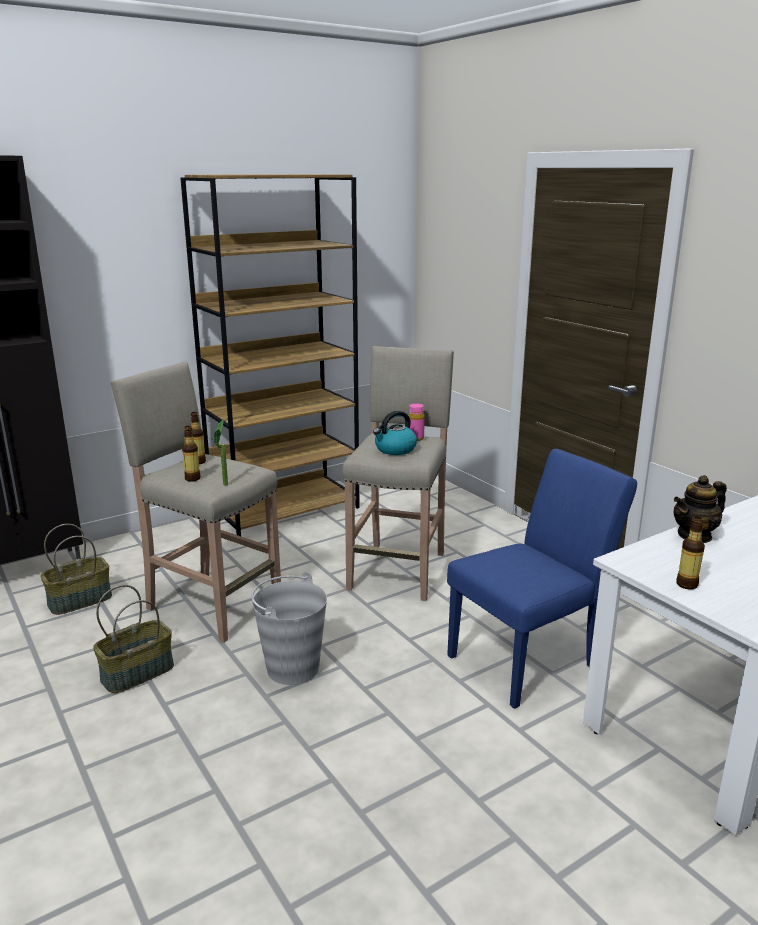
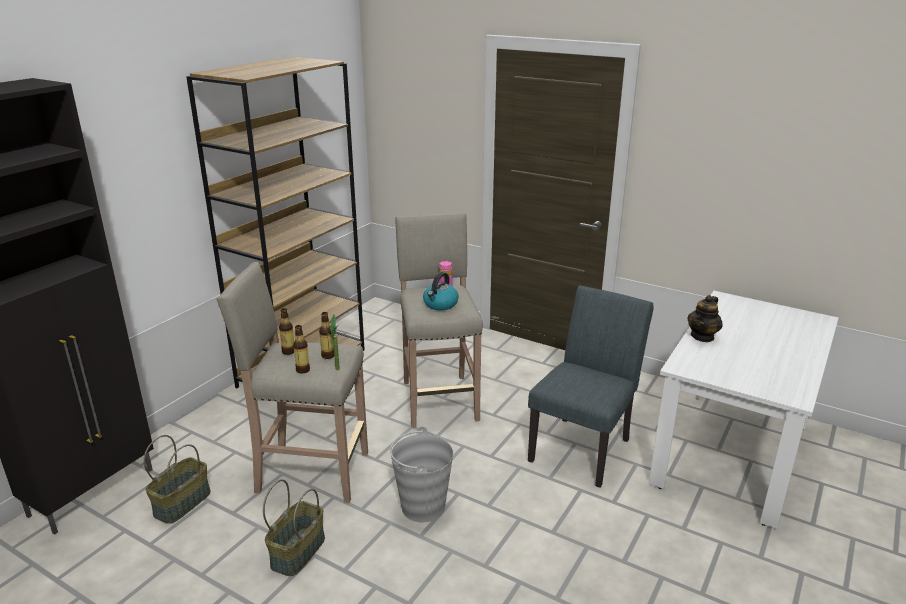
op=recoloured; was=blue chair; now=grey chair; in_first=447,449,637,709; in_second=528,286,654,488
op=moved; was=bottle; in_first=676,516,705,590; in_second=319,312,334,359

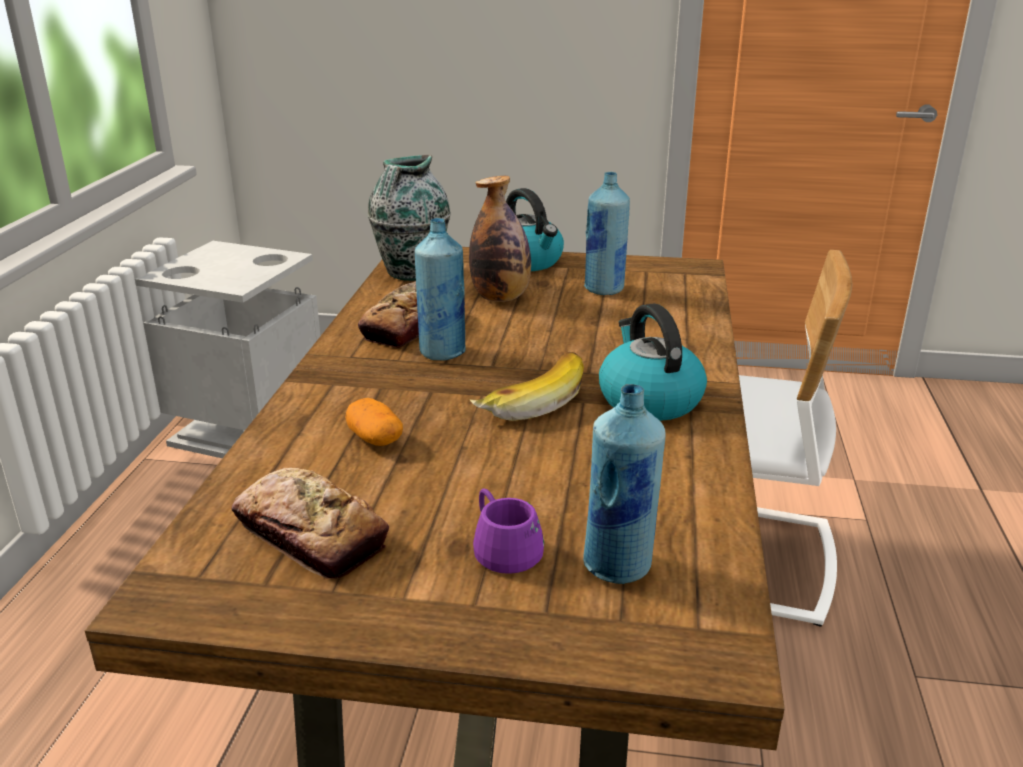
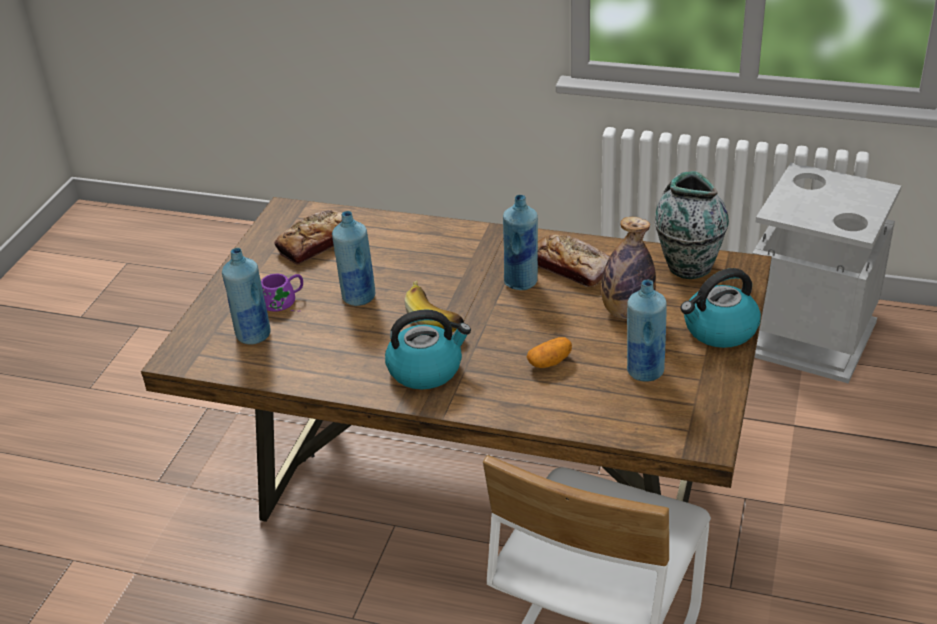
op=moved; was=potato; in_first=345,398,403,446; in_second=527,337,572,368
op=added; now=blue bottle; in_second=332,211,376,306

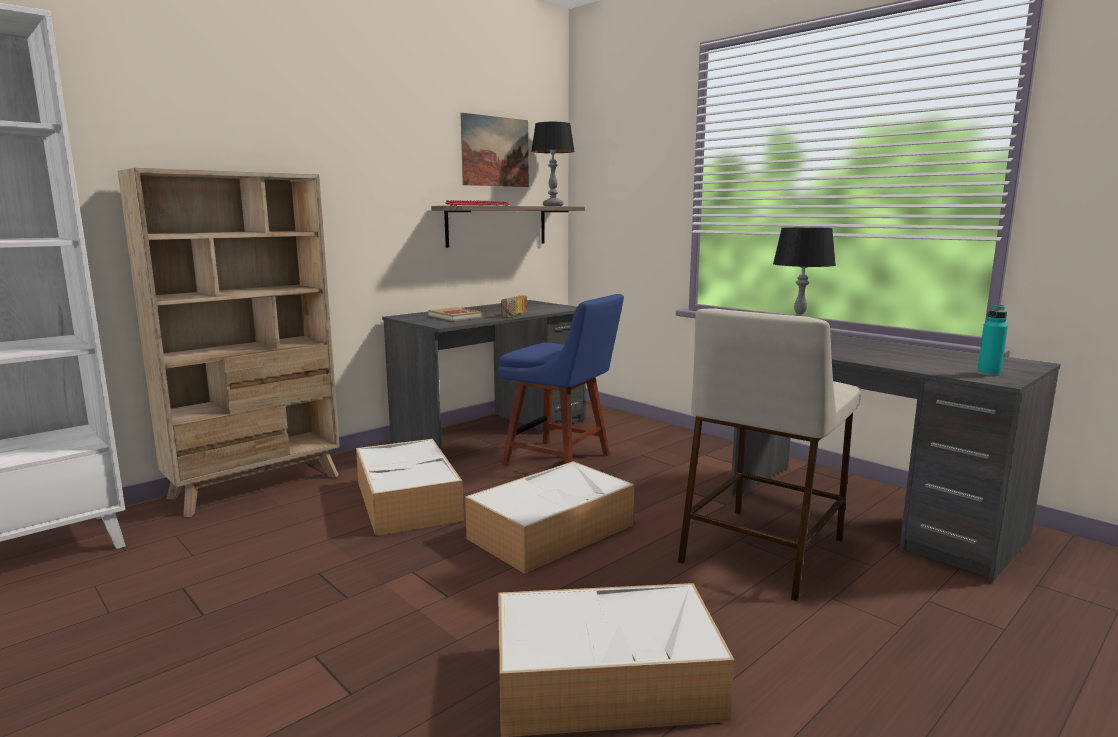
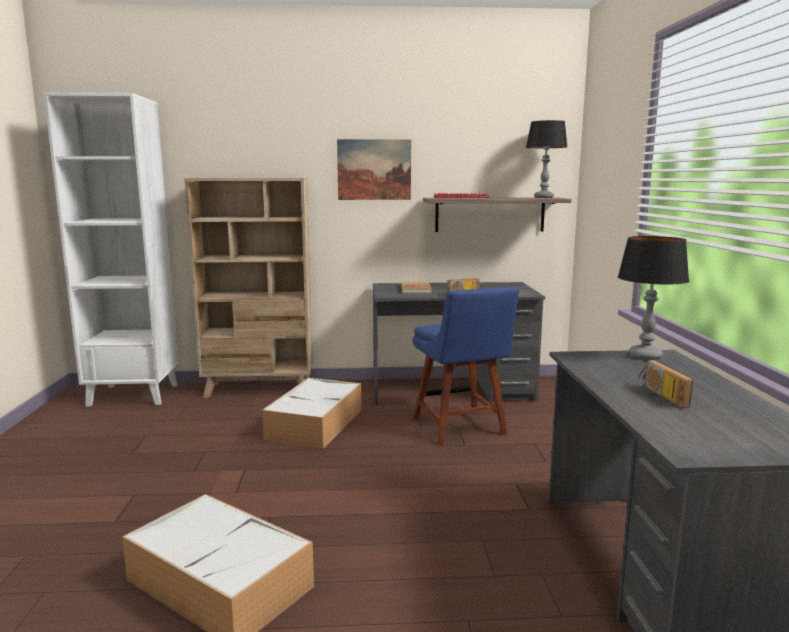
op=moved; was=picture; in_first=460,113,529,187; in_second=337,139,411,200
op=removed; was=turquoise bottle; in_first=977,305,1008,376
op=removed; was=beige stool; in_first=678,308,861,601
op=removed; was=storage box; in_first=465,461,634,574
op=added; now=radio; in_second=638,360,693,408

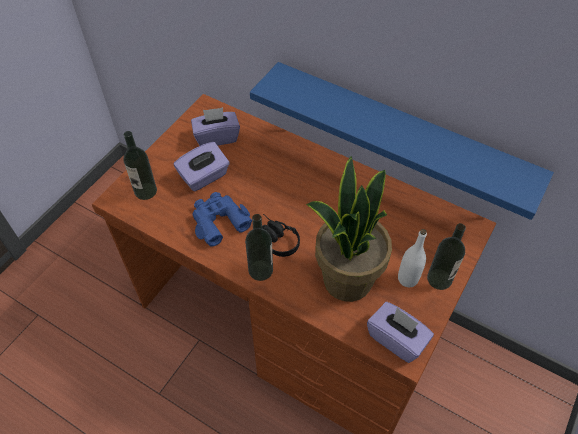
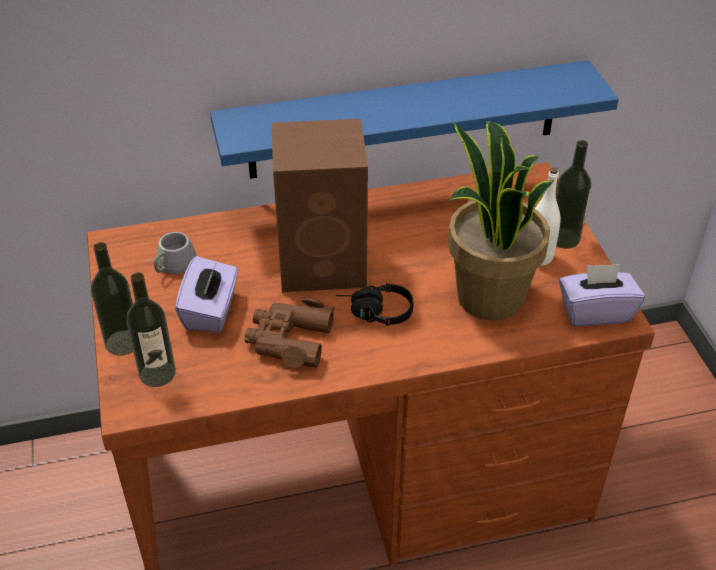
op=replaced; was=purple tissue box; now=grey mug; in_first=191,107,240,146; in_second=144,232,196,274
op=recoloured; was=blue binoculars; now=brown binoculars; in_first=192,192,252,246; in_second=244,298,335,368
op=moved; was=bottle; in_first=245,214,273,281; in_second=91,242,133,356
op=added; now=brown speaker; in_second=272,119,368,292

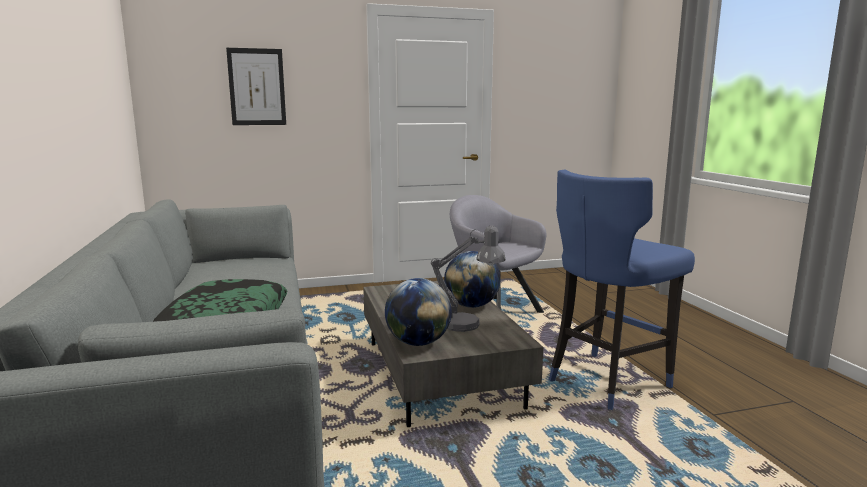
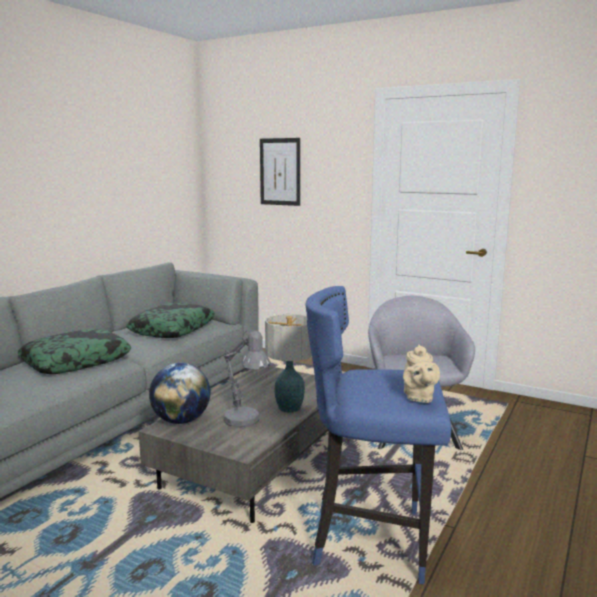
op=replaced; was=globe; now=table lamp; in_first=444,251,501,308; in_second=265,314,312,412
op=added; now=pillow; in_second=126,303,215,338
op=added; now=beige teapot; in_second=403,344,440,403

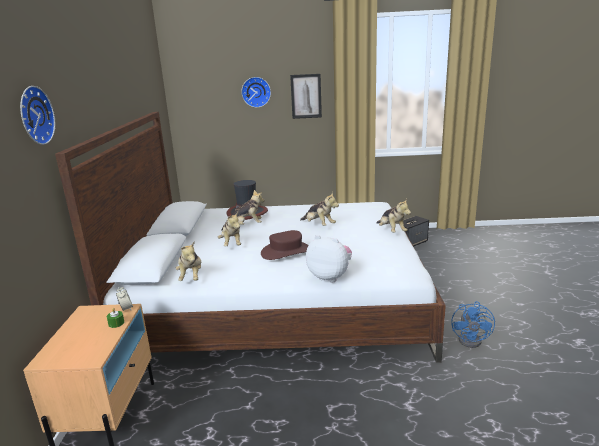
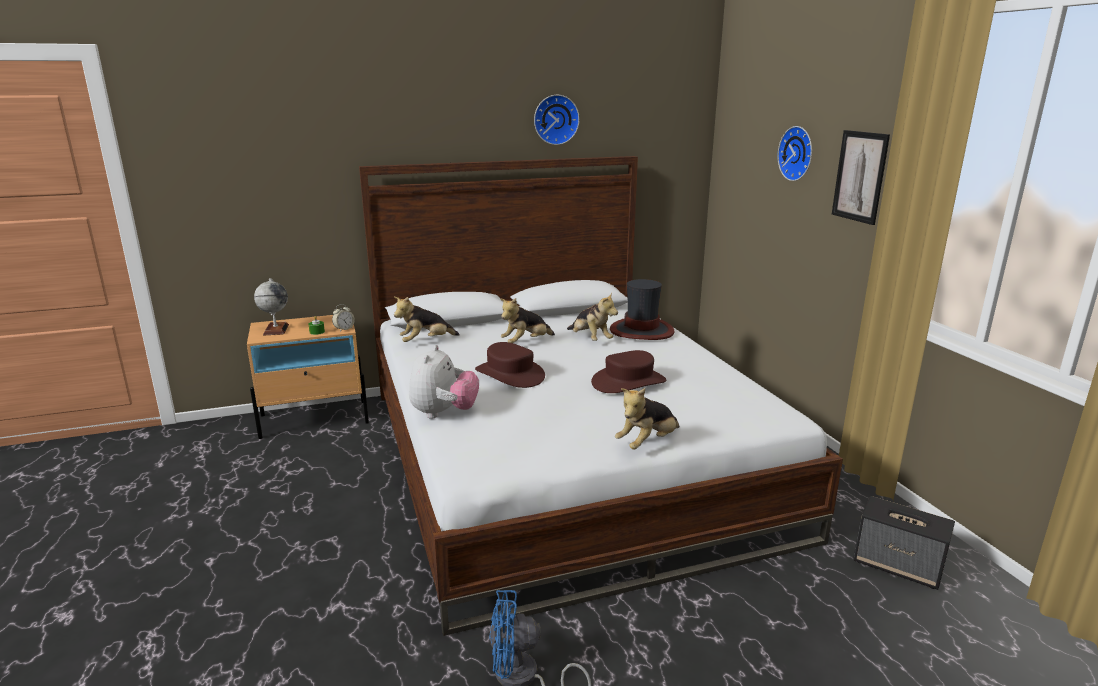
op=moved; was=wall clock; in_first=20,86,55,145; in_second=534,95,580,145
op=replaced; was=plush toy; now=brown hat; in_first=300,192,339,226; in_second=591,350,666,393
op=added; now=globe; in_second=254,278,289,336

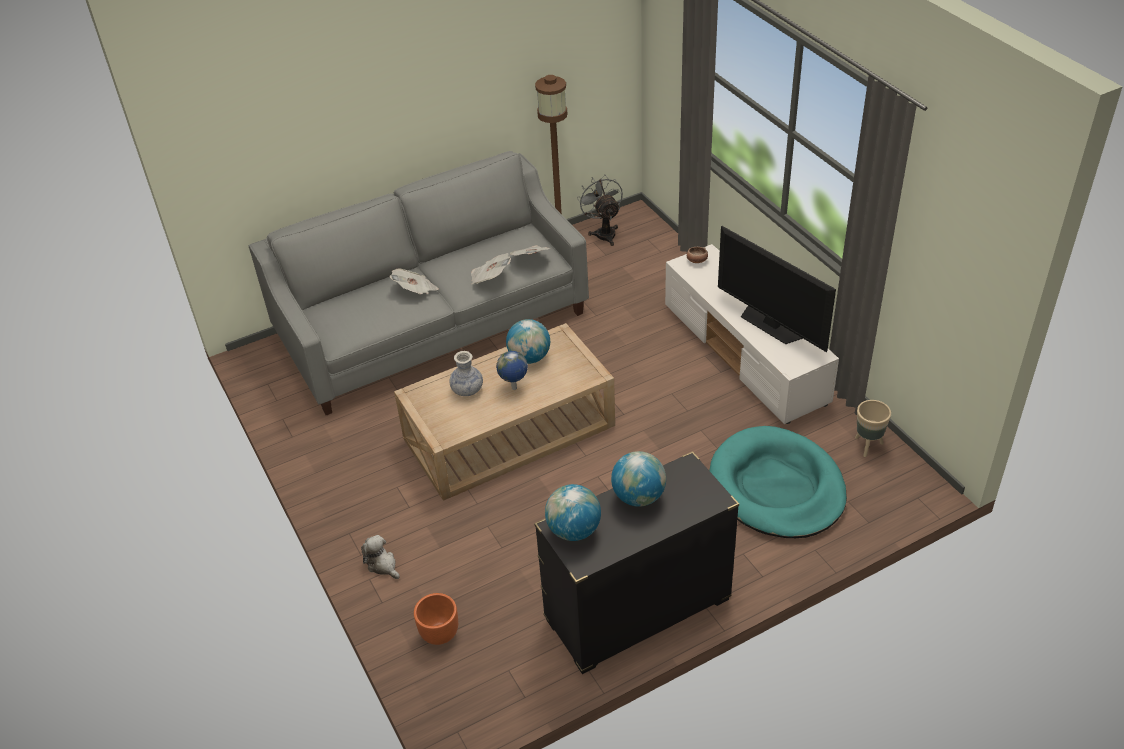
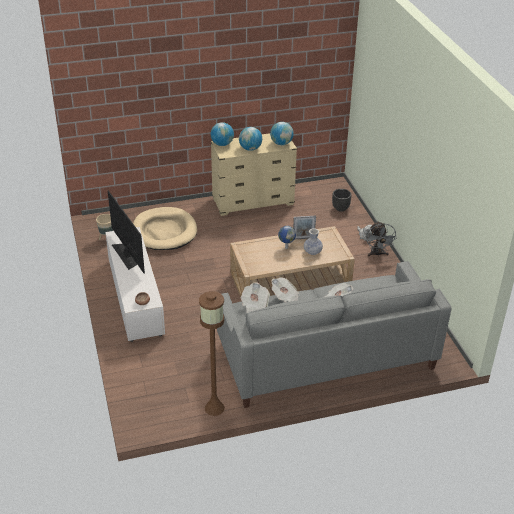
op=moved; was=grey fan; in_first=577,175,623,246; in_second=366,221,397,257
op=moved; was=globe; in_first=506,319,550,364; in_second=211,122,234,146
op=recoloured; was=turquoise dog bed; now=beige dog bed; in_first=709,426,847,538; in_second=133,207,197,250
op=recoloured; was=black dresser; now=beige dresser; in_first=534,451,739,674; in_second=211,133,297,216
op=recoloured; was=orange planter; now=black planter; in_first=414,593,458,645; in_second=332,189,352,212
op=added; now=picture frame; in_second=293,216,316,240

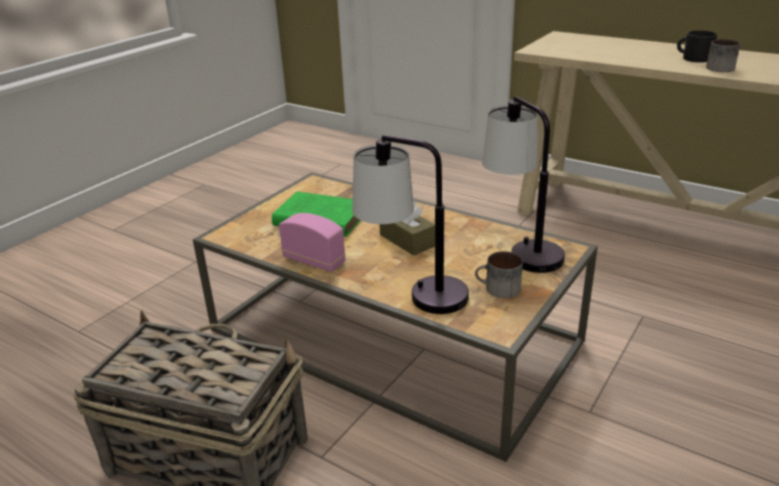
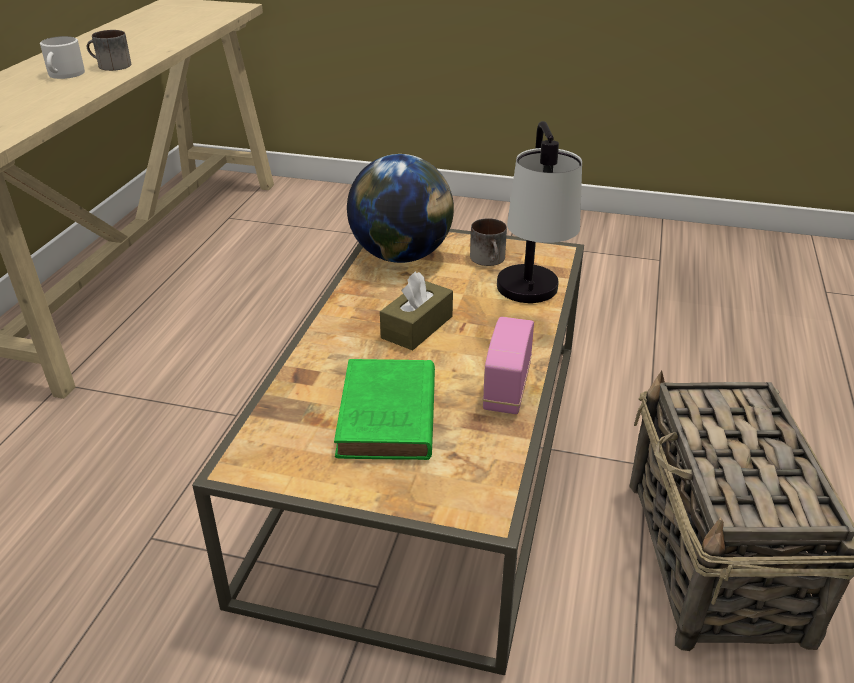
op=recoloured; was=black mug; now=white mug; in_first=677,31,717,63; in_second=40,36,85,79
op=replaced; was=table lamp; now=globe; in_first=482,96,565,273; in_second=347,154,454,263

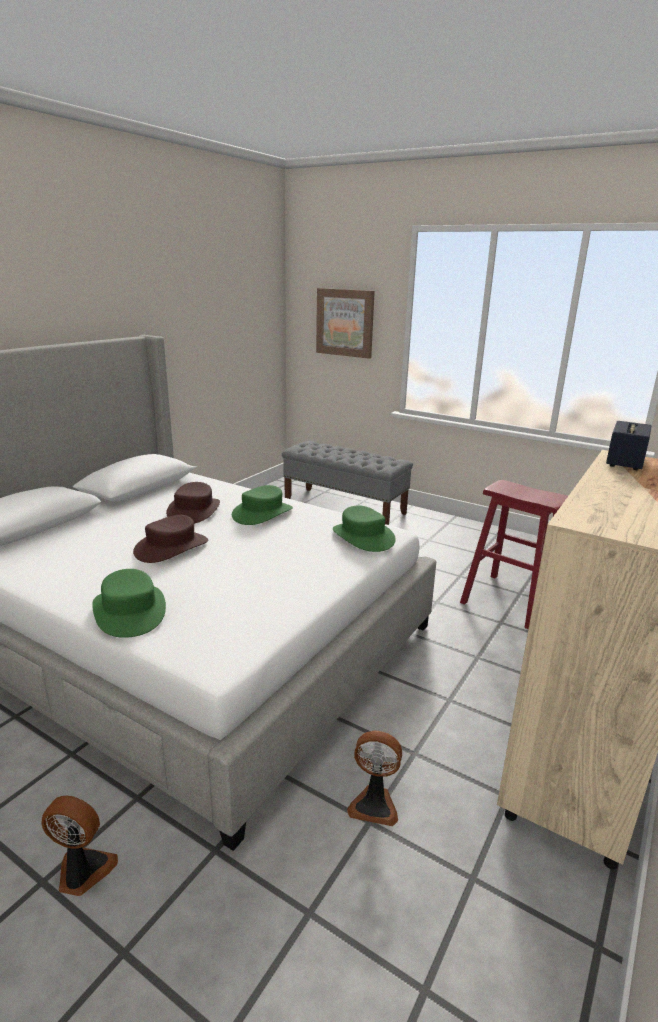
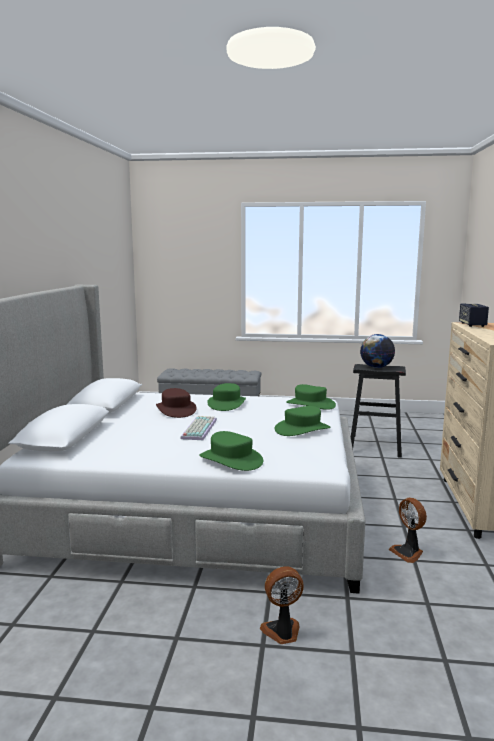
op=removed; was=picture; in_first=316,288,375,359
op=recoloured; was=red stool; now=black stool; in_first=460,480,568,629; in_second=351,364,406,458
op=replaced; was=brown hat; now=keyboard; in_first=133,515,208,563; in_second=180,416,217,440
op=turned; was=fan; in_first=347,731,402,826; in_second=388,498,427,563; clockwise=75
op=added; now=globe; in_second=360,334,395,368
op=added; now=green hat; in_second=275,406,330,436

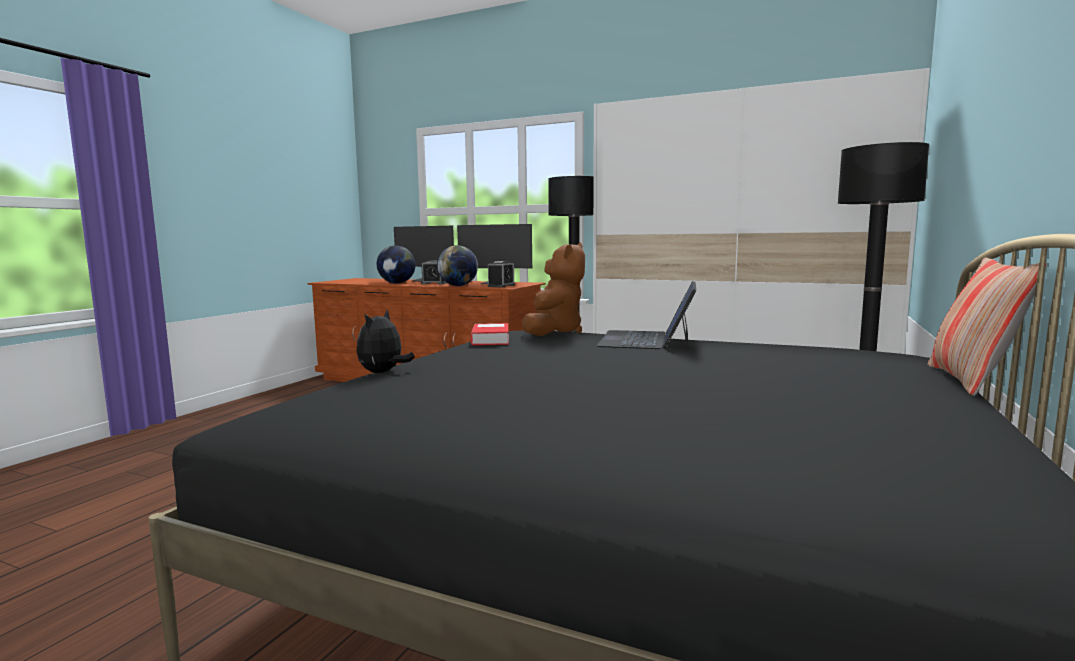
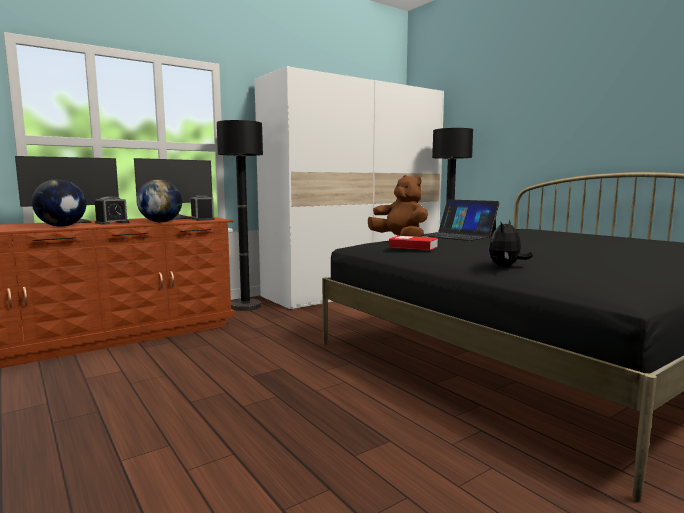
op=removed; was=pillow; in_first=927,257,1047,396
op=turned; was=plush toy; in_first=356,310,415,373; in_second=488,219,533,266; clockwise=75

